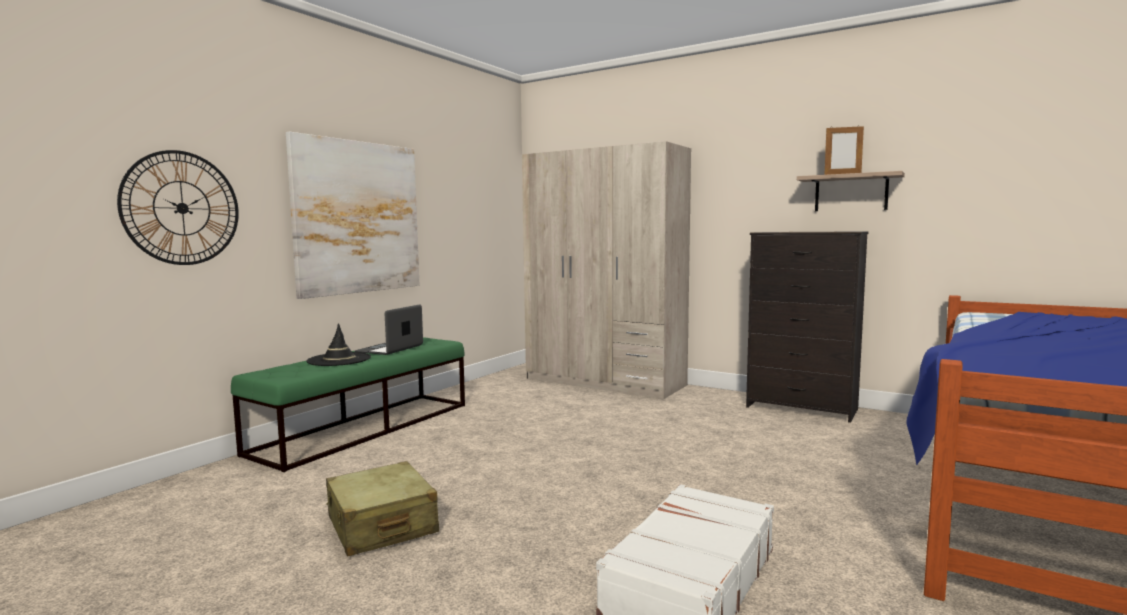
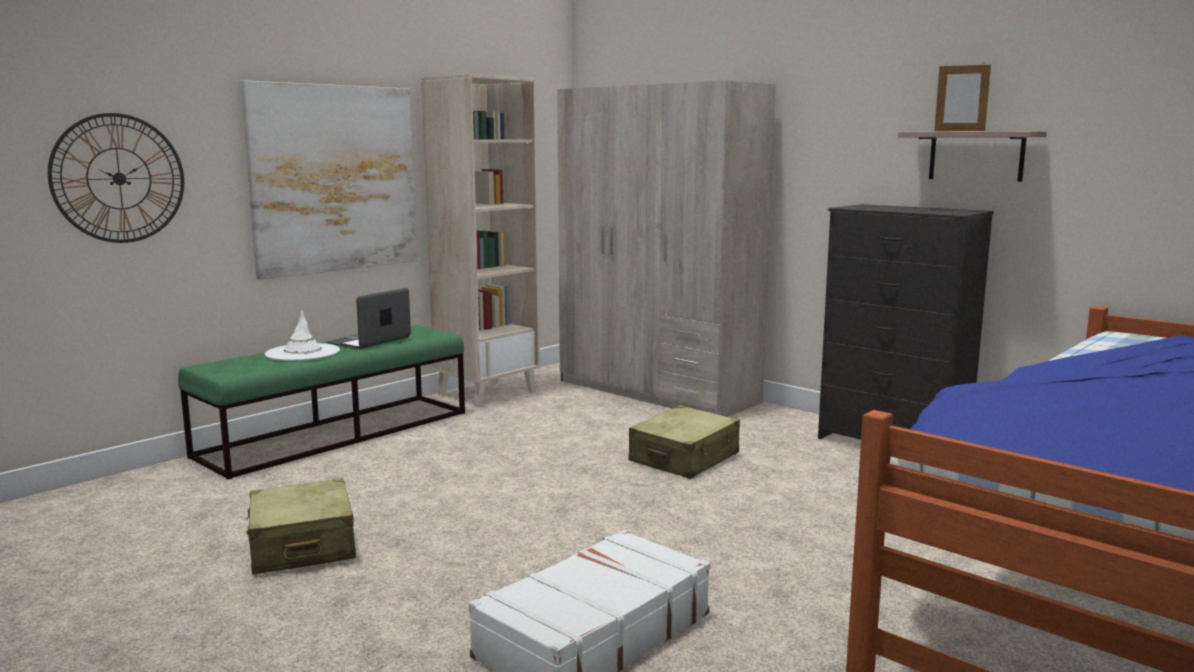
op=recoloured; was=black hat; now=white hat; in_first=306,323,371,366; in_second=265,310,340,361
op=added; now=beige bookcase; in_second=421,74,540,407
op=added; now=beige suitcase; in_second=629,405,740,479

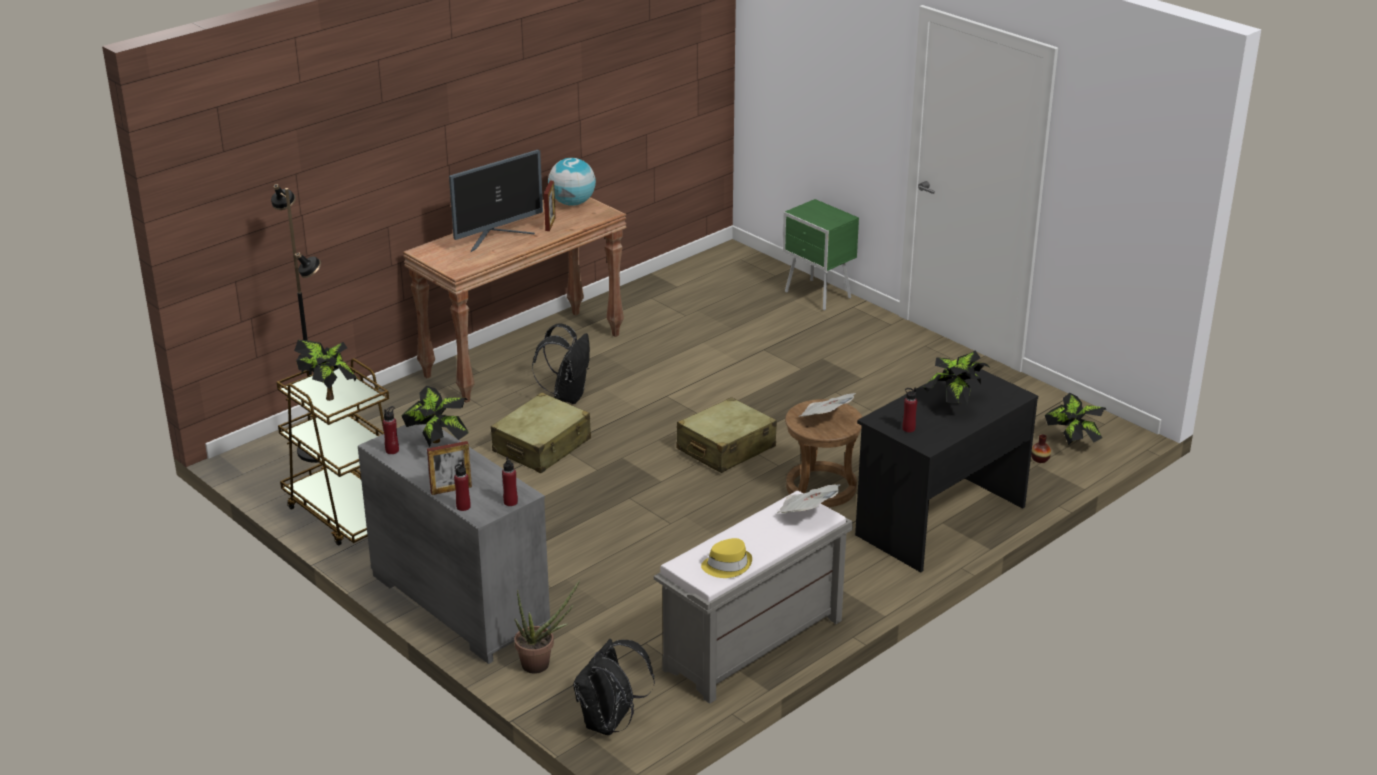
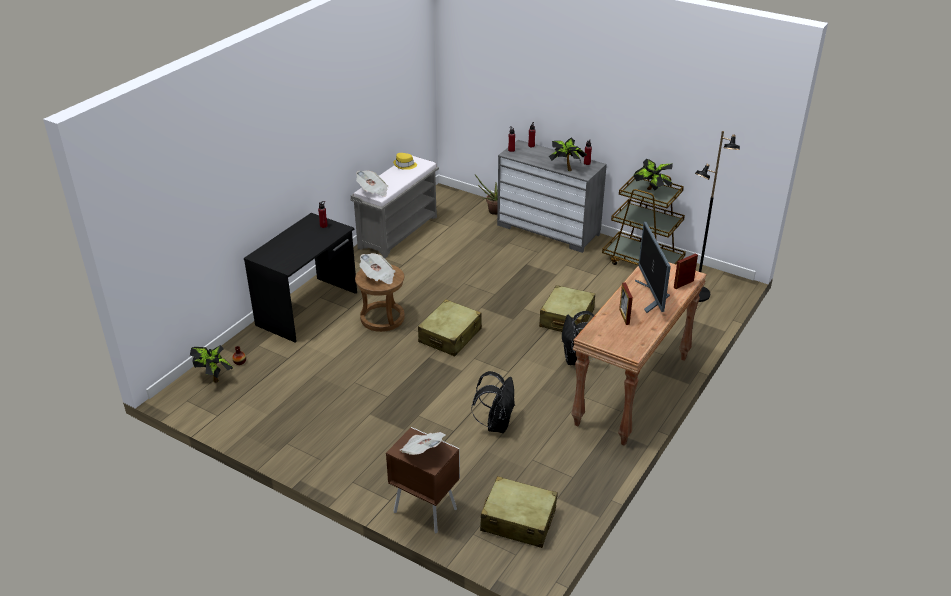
op=turned; was=monitor; in_first=449,150,543,252; in_second=635,222,671,313; clockwise=-45
op=removed; was=globe; in_first=548,158,596,206
op=recoloured; was=green nightstand; now=brown nightstand; in_first=783,199,859,311; in_second=386,427,460,533
op=removed; was=potted plant; in_first=923,351,989,404
op=moved; was=picture frame; in_first=427,441,472,495; in_second=674,253,698,289
op=moved; was=black backpack; in_first=573,639,655,735; in_second=471,371,515,433
op=added; now=newspaper; in_second=399,432,446,455
op=added; now=beige suitcase; in_second=480,476,558,548

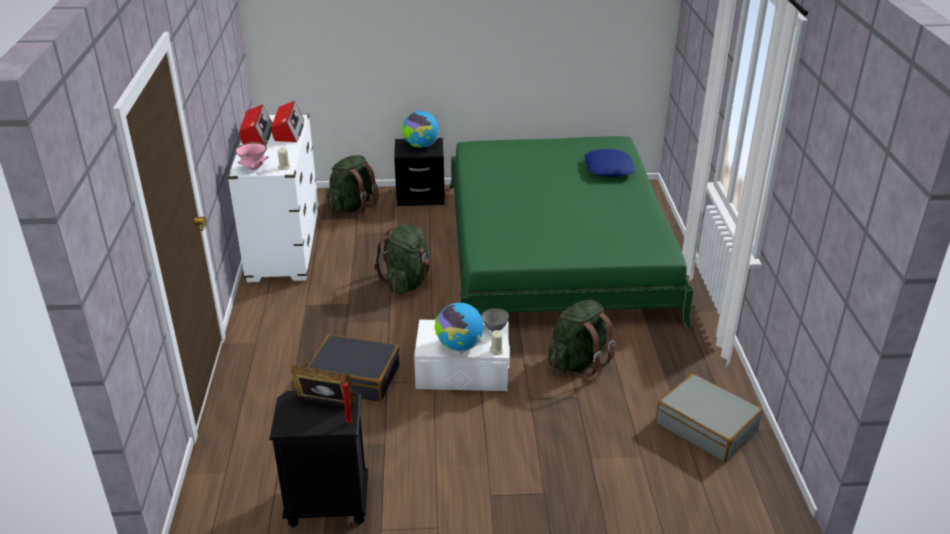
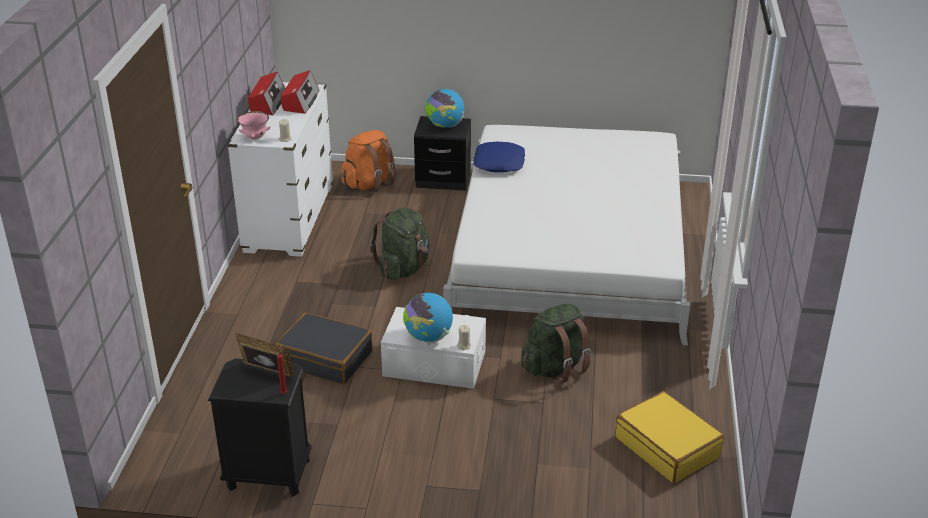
op=recoloured; was=green bed; now=white bed; in_first=449,136,694,327; in_second=443,125,690,346
op=moved; was=blue pillow; in_first=584,149,635,177; in_second=474,141,525,172
op=recoloured; was=green backpack; now=orange backpack; in_first=327,155,379,215; in_second=341,130,396,194
op=removed; was=grey bowl; in_first=482,309,509,332
op=recoloured; was=grey suitcase; now=yellow suitcase; in_first=655,373,763,462; in_second=615,391,724,483

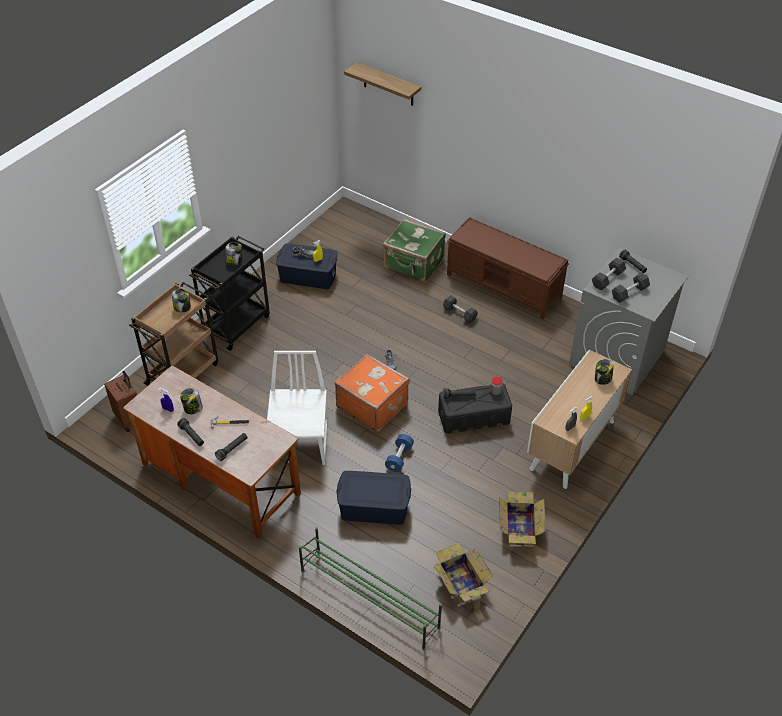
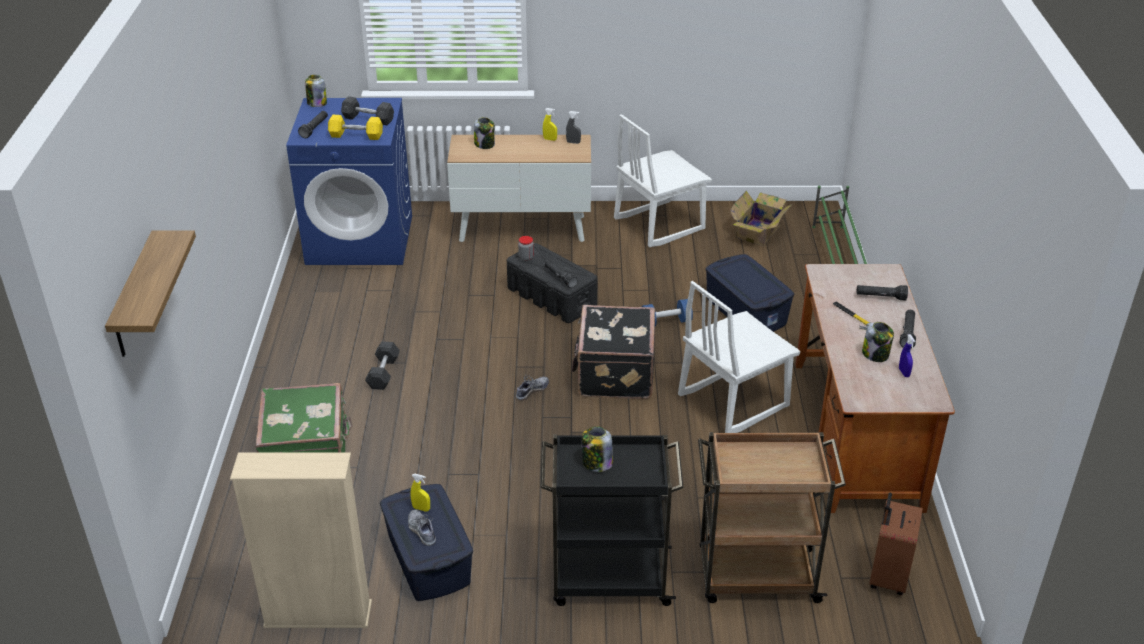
op=removed; was=brown bench; in_first=447,217,569,319
op=recoloured; was=grey washing machine; now=blue washing machine; in_first=569,248,688,395; in_second=286,98,412,265
op=recoloured; was=grey dumbbell; now=yellow dumbbell; in_first=592,258,626,290; in_second=328,115,383,140
op=moved; was=jar; in_first=172,289,191,313; in_second=305,75,327,107
op=recoloured; was=orange suitcase; now=black suitcase; in_first=335,354,410,432; in_second=572,305,655,399
op=replaced; was=cardboard box; now=white chair; in_first=499,491,545,546; in_second=614,114,712,247
op=added; now=beige bookcase; in_second=230,452,372,628

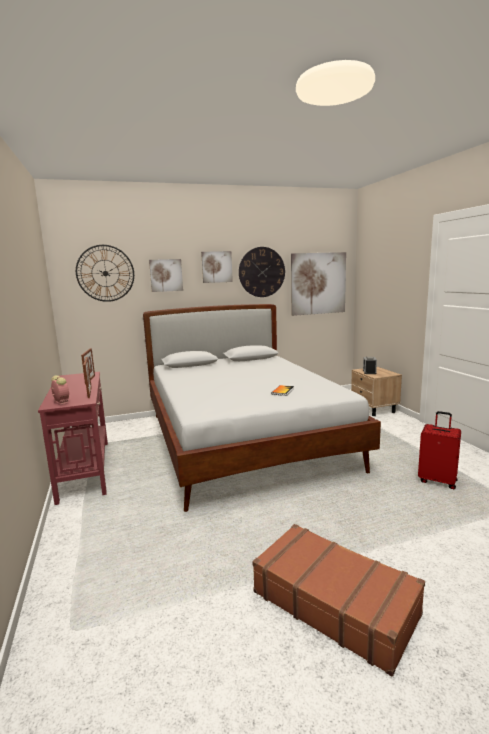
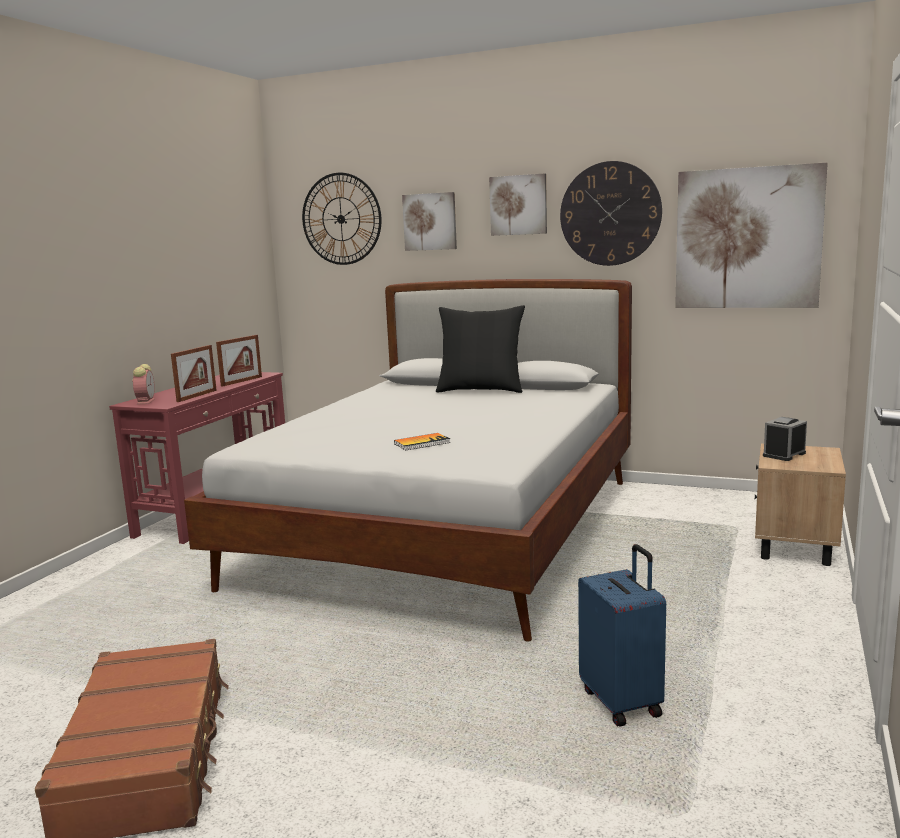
op=recoloured; was=red suitcase; now=blue suitcase; in_first=418,411,461,490; in_second=578,544,666,727
op=added; now=black pillow; in_second=436,305,525,393

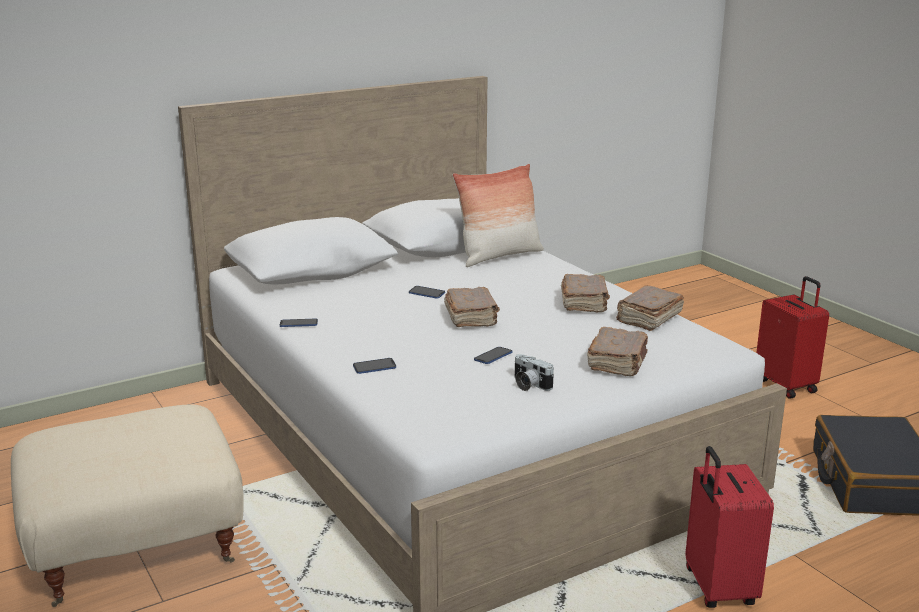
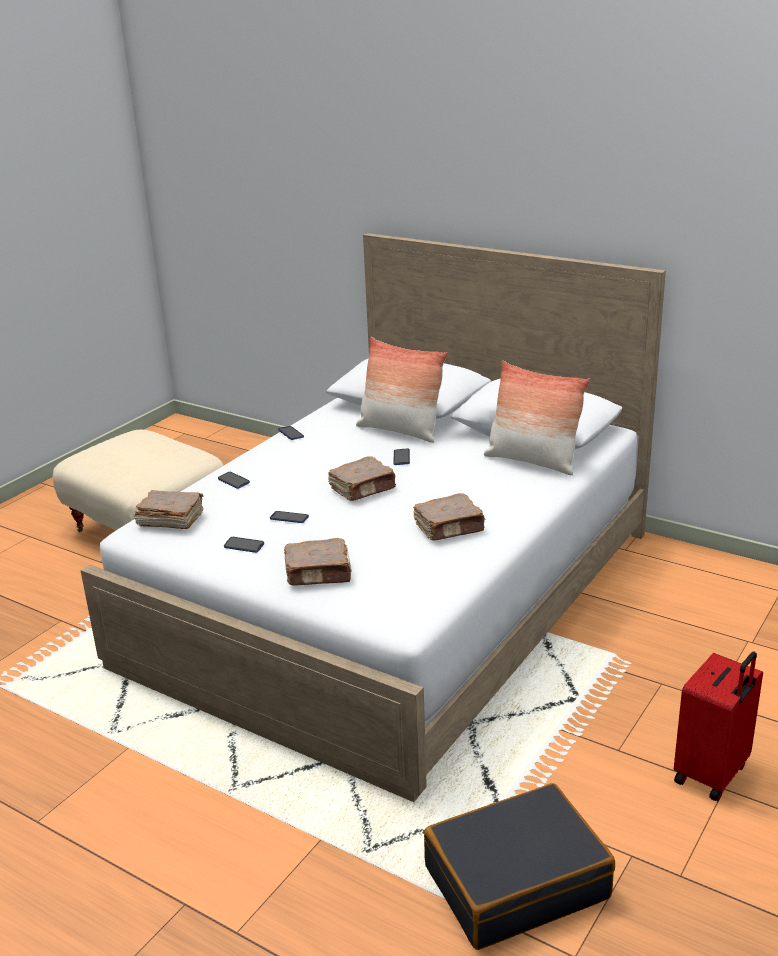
op=moved; was=brown book; in_first=616,286,684,331; in_second=134,490,203,529
op=replaced; was=photo camera; now=phone; in_first=515,354,554,391; in_second=224,537,264,553
op=removed; was=red suitcase; in_first=685,446,774,608
op=added; now=pillow; in_second=356,337,448,443

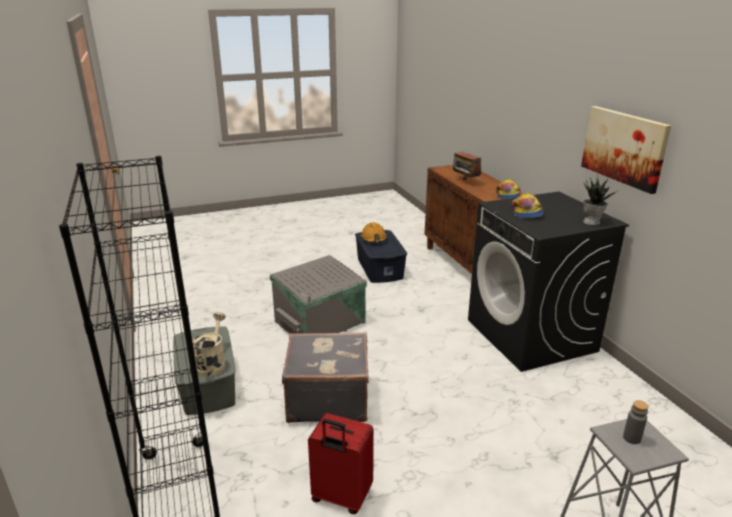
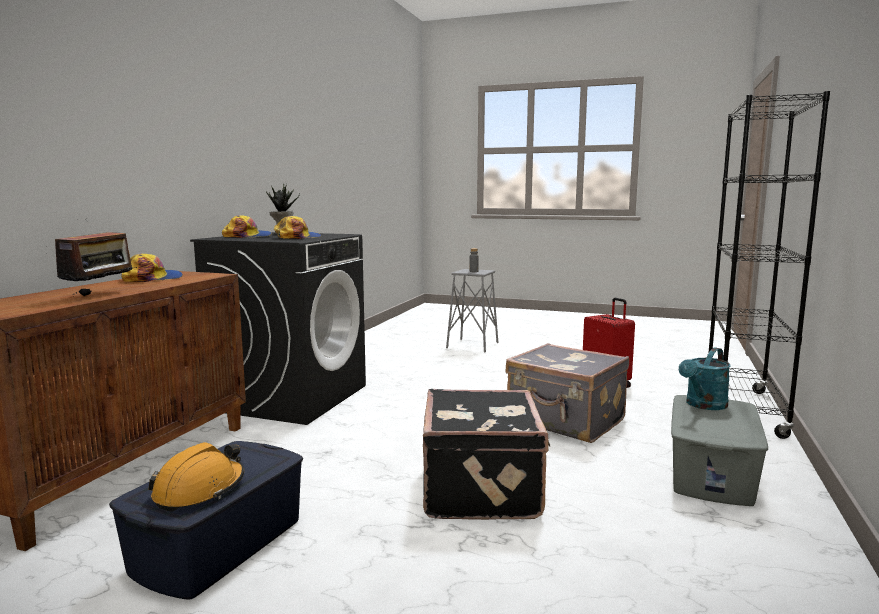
op=removed; was=picture; in_first=581,106,671,194
op=replaced; was=grey storage box; now=black suitcase; in_first=270,255,367,334; in_second=423,389,551,520
op=recoloured; was=beige watering can; now=turquoise watering can; in_first=192,312,226,377; in_second=679,347,731,410
op=added; now=cap; in_second=222,215,272,238

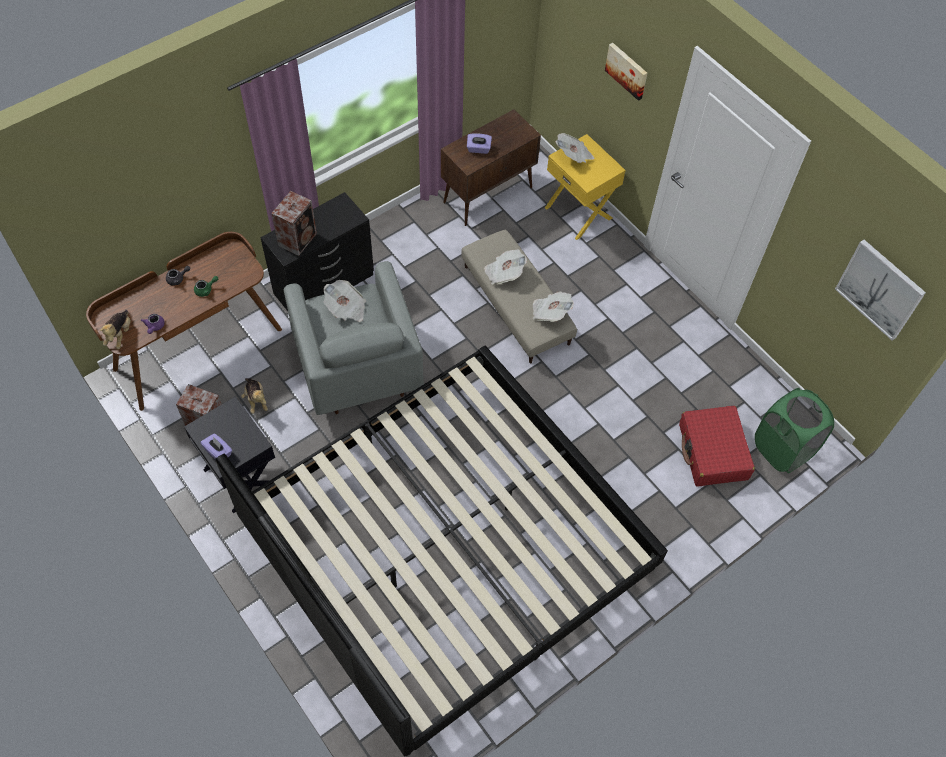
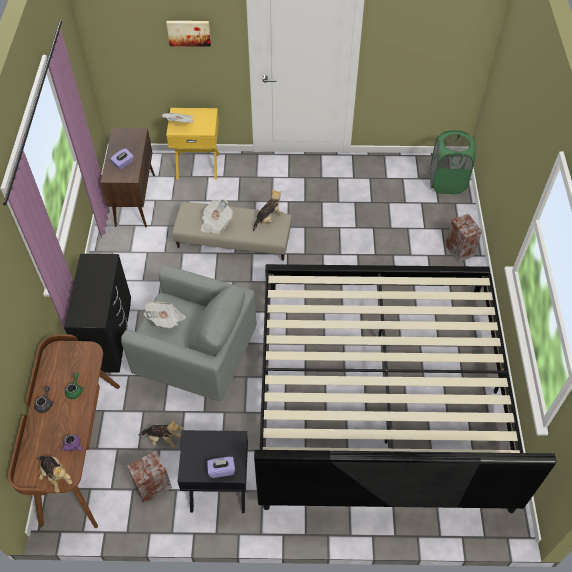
op=moved; was=speaker; in_first=271,191,317,256; in_second=445,214,482,262
op=removed; was=picture; in_first=835,240,926,341
op=replaced; was=newspaper; now=plush toy; in_first=533,292,574,322; in_second=253,189,283,231
op=removed; was=red suitcase; in_first=679,406,755,487

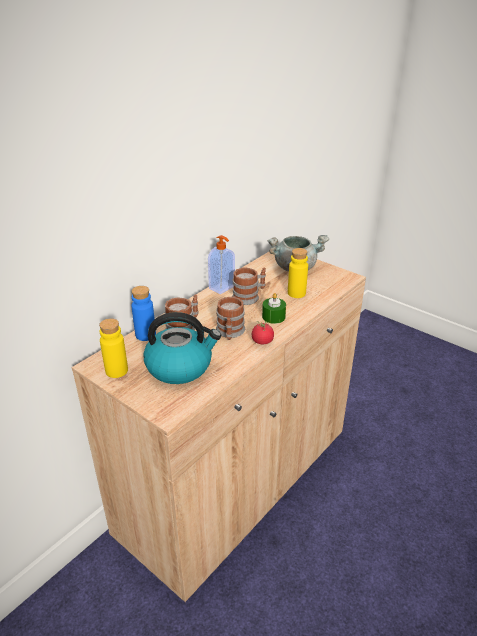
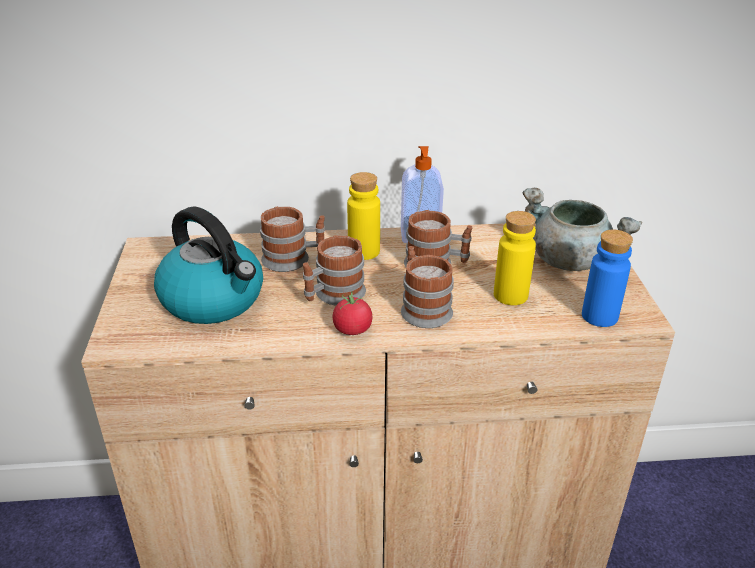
op=moved; was=blue bottle; in_first=131,286,156,341; in_second=582,229,633,327
op=replaced; was=green candle; now=mug; in_first=262,293,286,324; in_second=401,246,454,328
op=moved; was=yellow bottle; in_first=99,318,128,378; in_second=347,172,380,260

